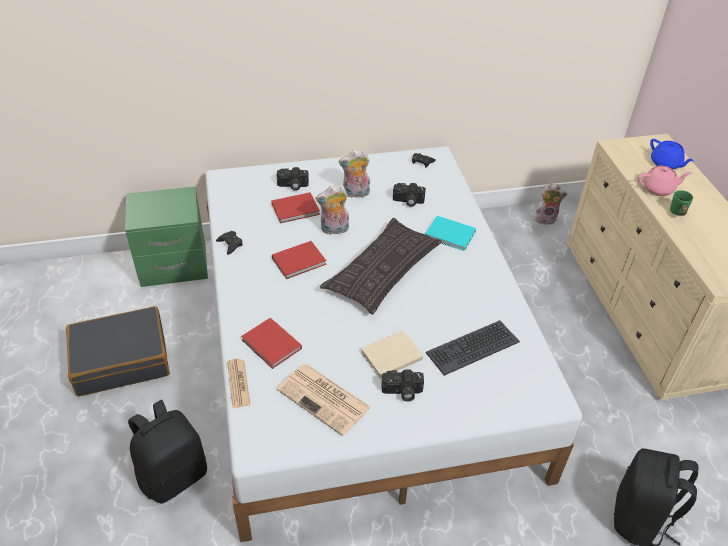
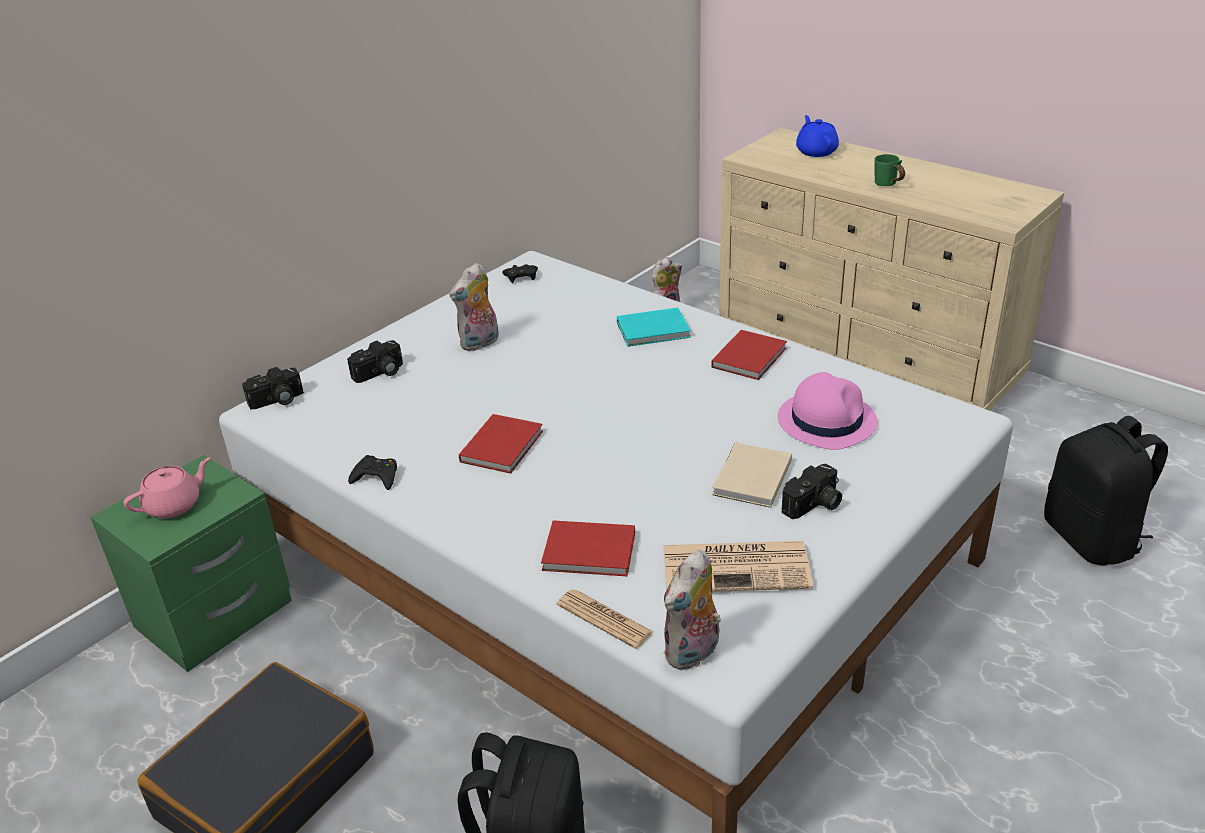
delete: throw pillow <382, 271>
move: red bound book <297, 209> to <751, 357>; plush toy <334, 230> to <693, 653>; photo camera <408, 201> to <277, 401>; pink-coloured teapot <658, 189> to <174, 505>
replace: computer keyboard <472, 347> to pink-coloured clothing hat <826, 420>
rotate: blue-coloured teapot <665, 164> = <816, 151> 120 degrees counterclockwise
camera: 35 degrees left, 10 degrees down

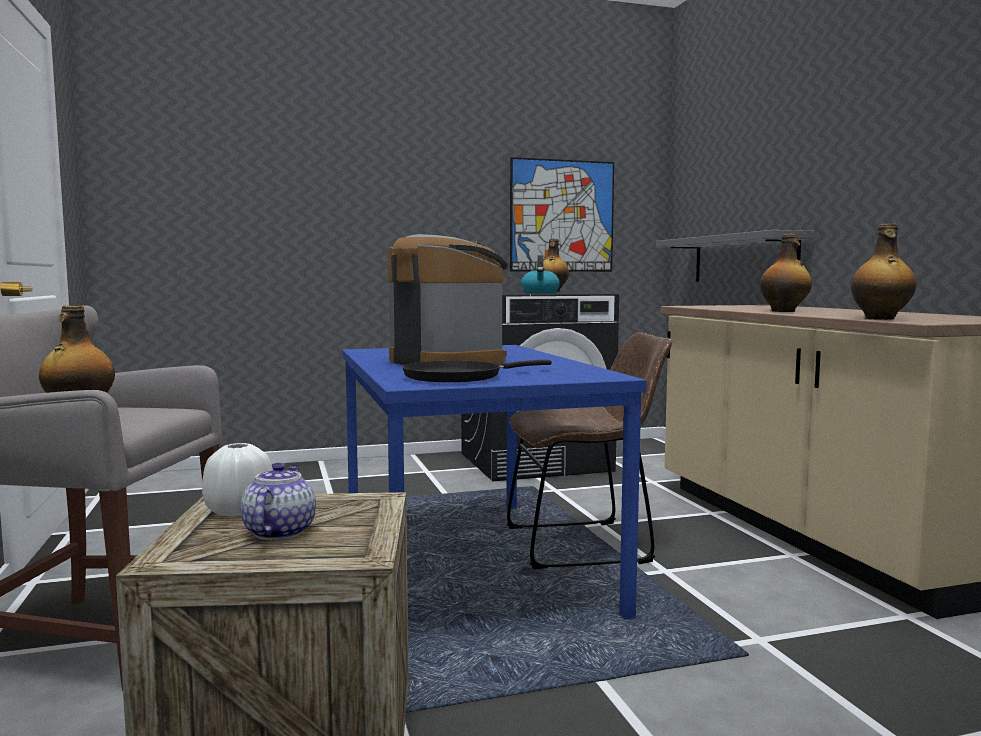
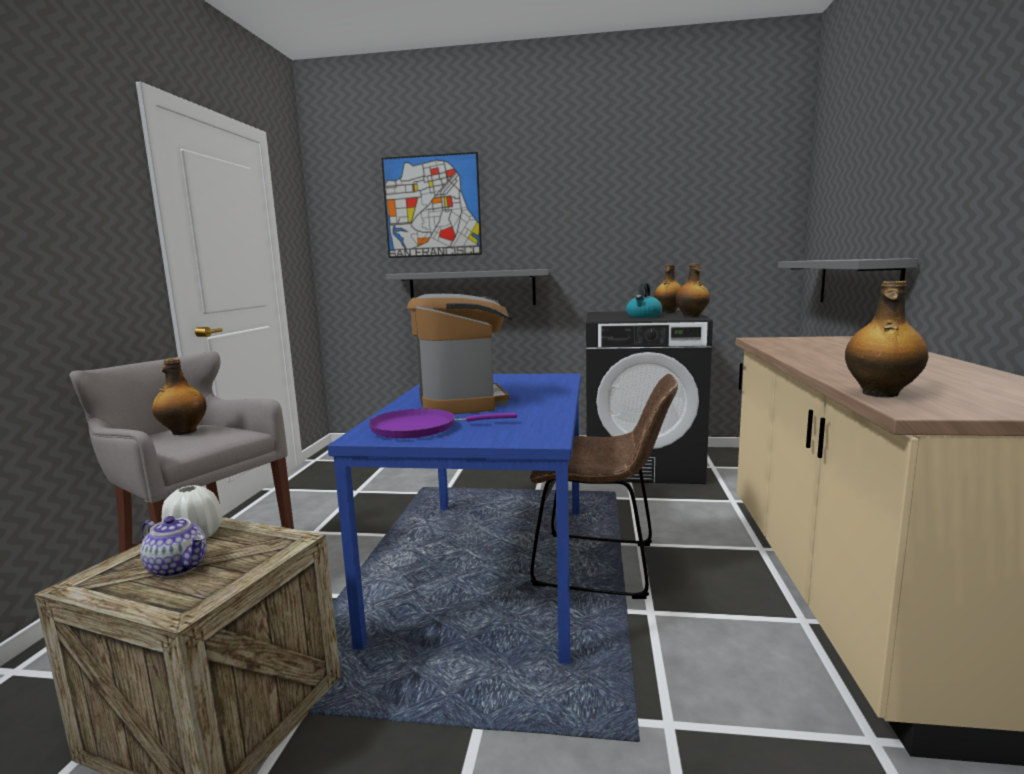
insert: greyish wall shelf <472, 288>
move: wall picture <562, 216> to <432, 206>; bottle <784, 311> to <691, 316>
recolor: black skillet <459, 377> to purple-coloured skillet <420, 428>
rotate: teapot <278, 532> = <178, 567> 90 degrees clockwise
camera: 25 degrees right, 5 degrees up

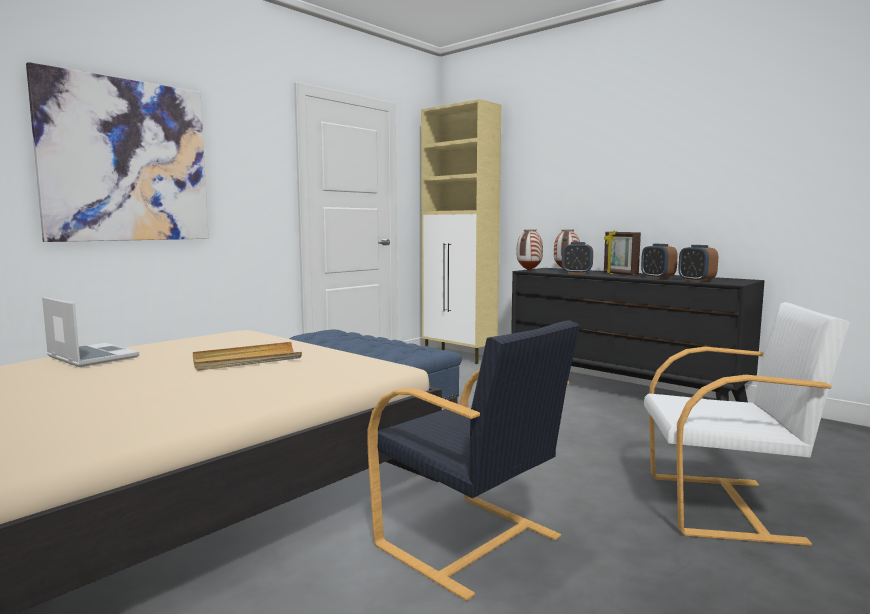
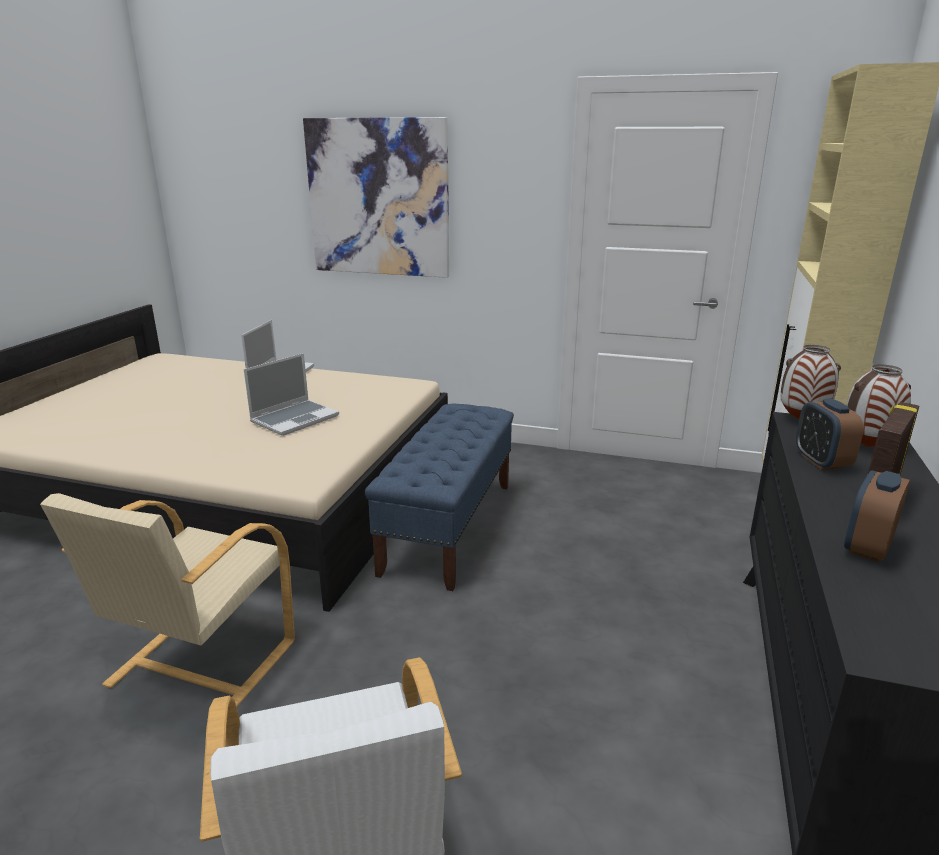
delete: bedside clock <696, 281>
replace: beige serving tray <246, 360> to portable computer <295, 418>
recolor: black easy chair <470, 543> to beige easy chair <199, 664>
camera: 65 degrees right, 15 degrees up

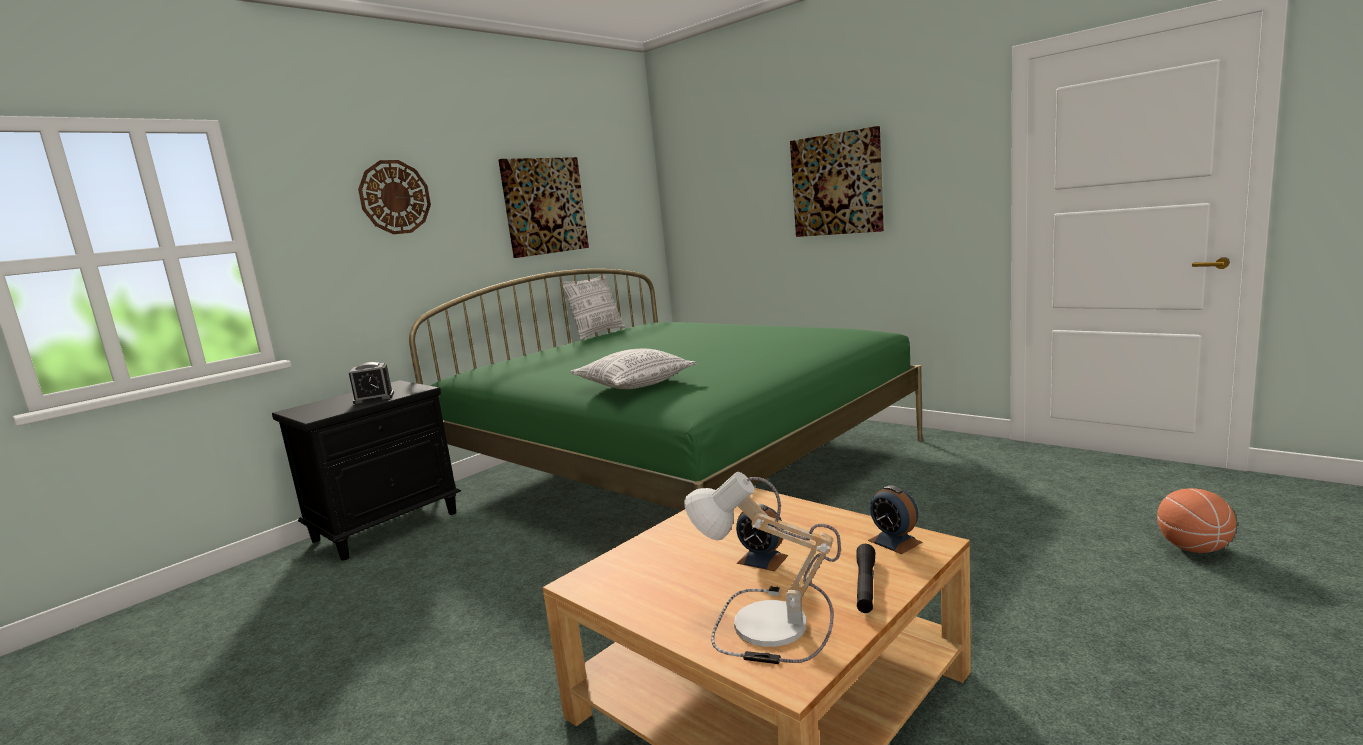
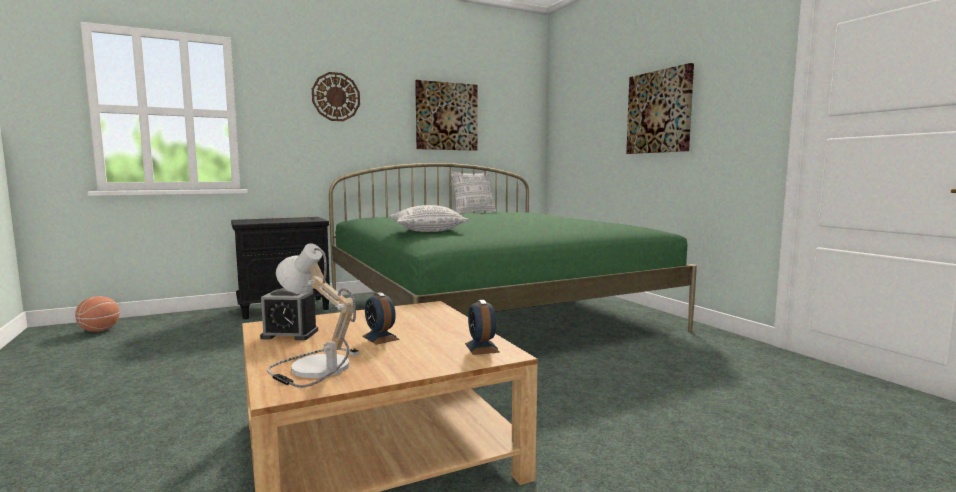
delete: black flashlight <865, 586>
move: bedside clock <374, 398> to <290, 334>; ball for basketball <1193, 548> to <99, 330>
camera: 20 degrees right, 5 degrees down

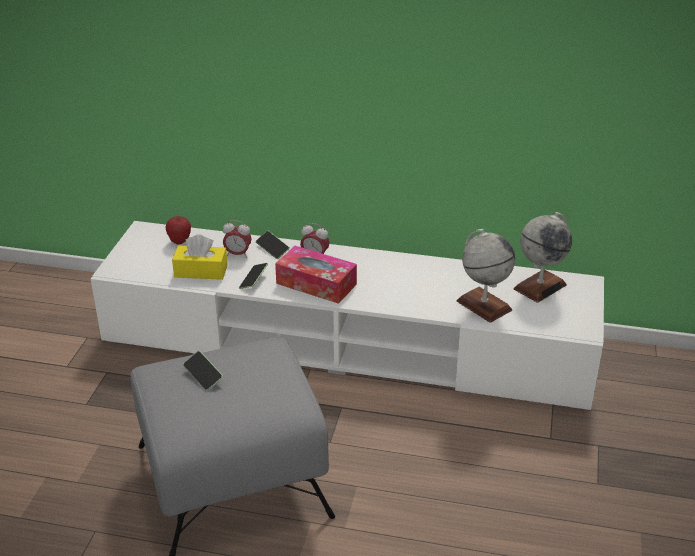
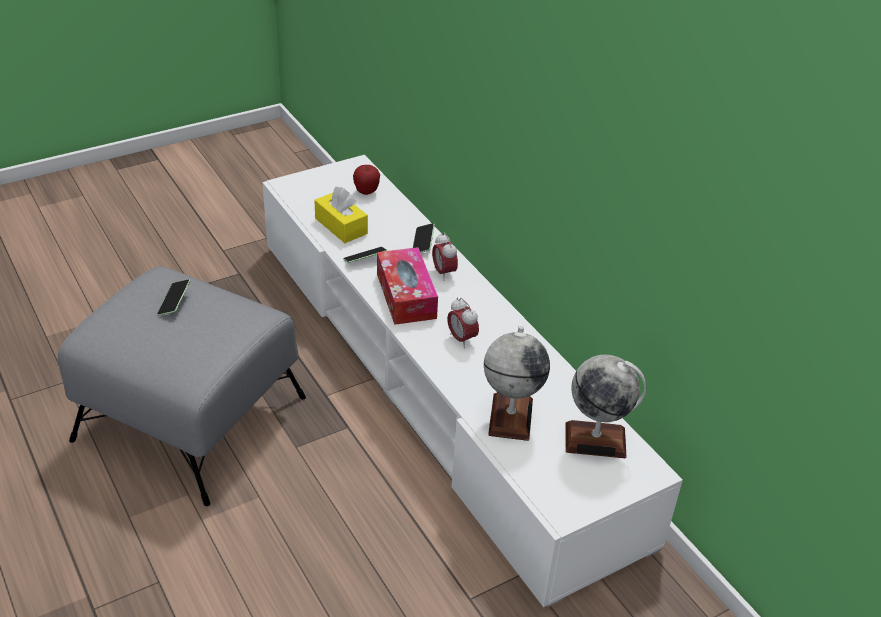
move: bedside clock <238, 254> to <461, 339>
camera: 45 degrees right, 5 degrees up

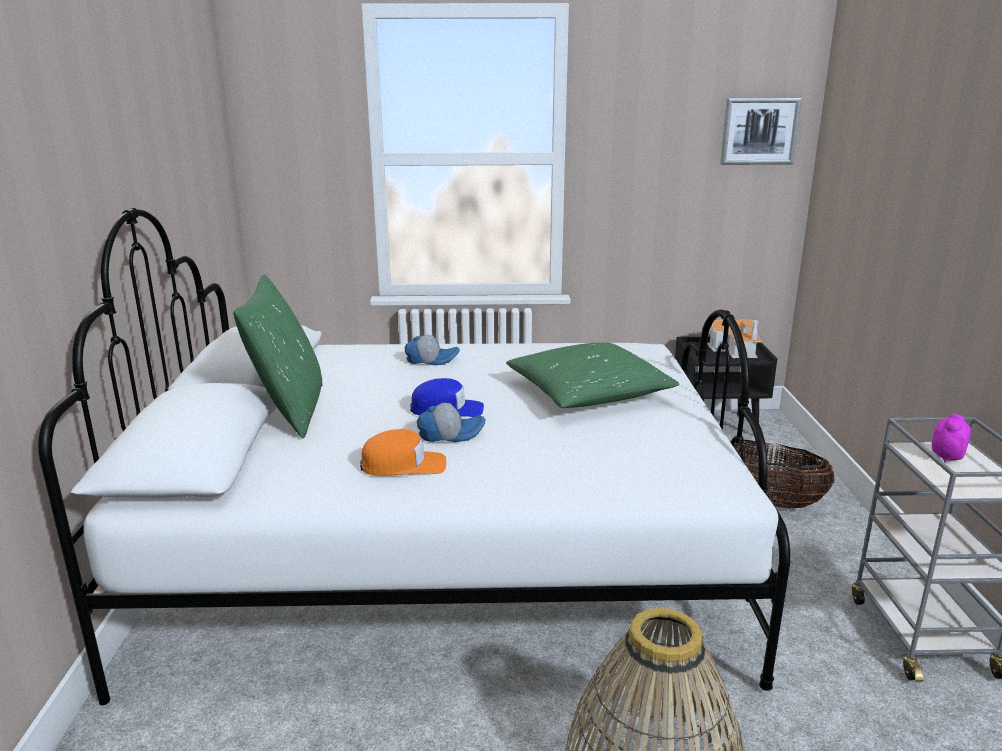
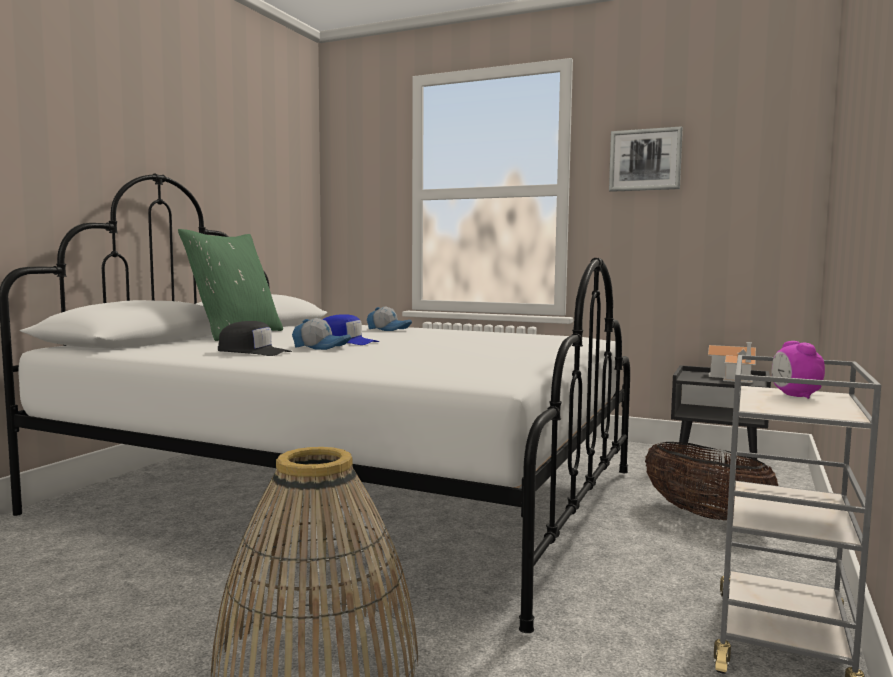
delete: green throw pillow <588, 393>
move: wall picture <759, 131> to <645, 160>
recolor: orange baseball cap <404, 465> to black baseball cap <253, 352>
rotate: bedside clock <946, 457> = <794, 396> 75 degrees counterclockwise
camera: 25 degrees right, 15 degrees down

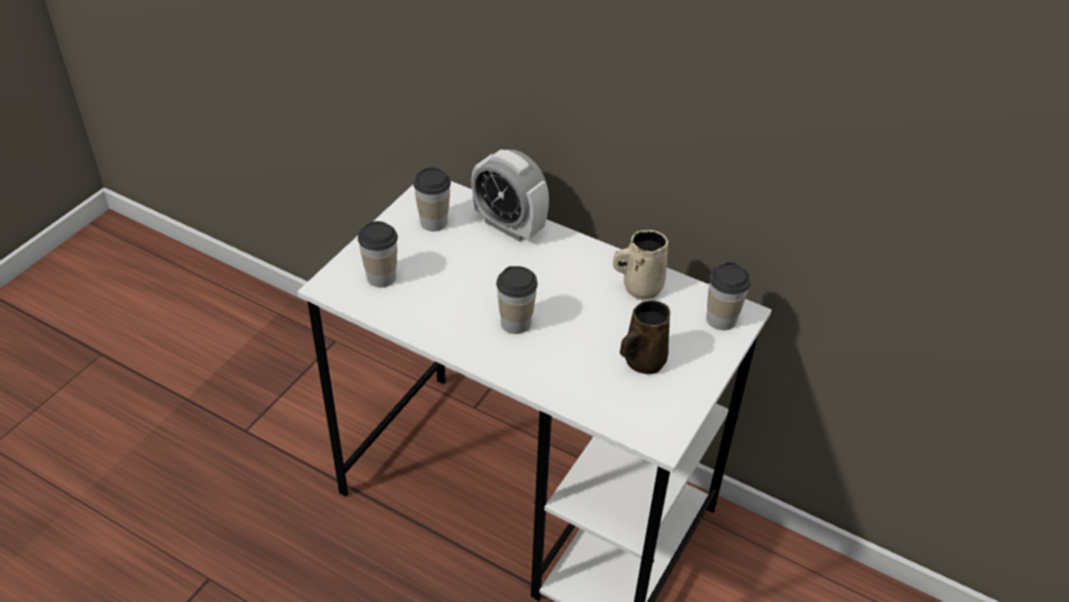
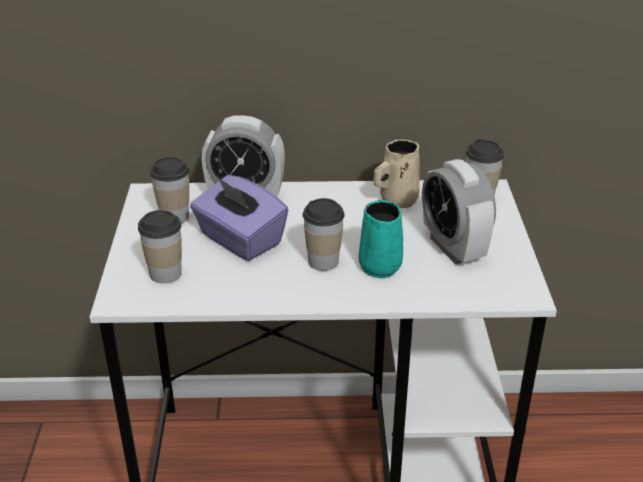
insert: purple-coloured box of tissues <239, 240>; turquoise mug <380, 265>
replace: brown-coloured mug <642, 361> to bedside clock <453, 248>
camera: 30 degrees left, 10 degrees down

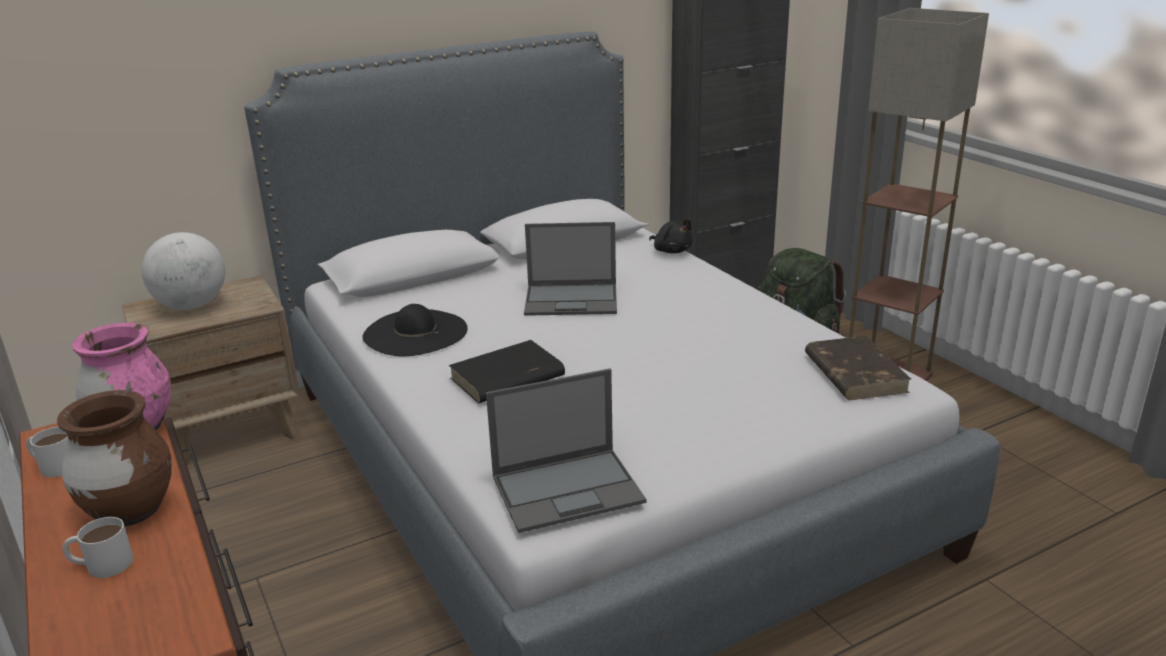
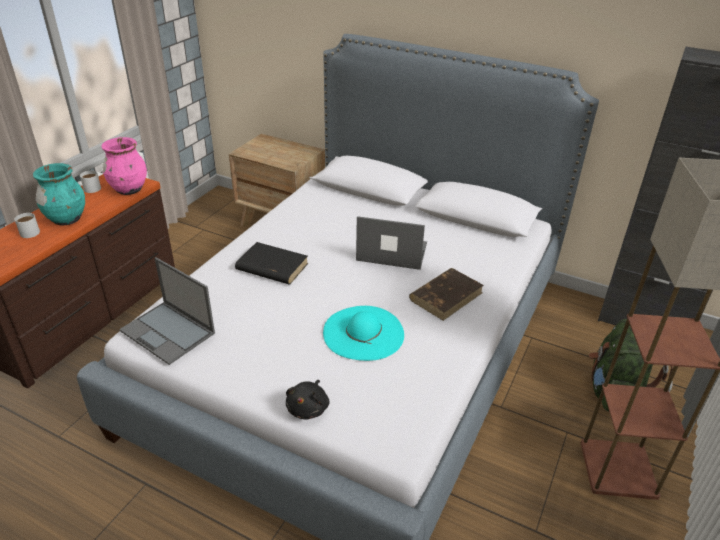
delete: globe <192, 305>; black clothing hat <415, 333>
insert: turquoise clothing hat <363, 333>
move: black plush toy <671, 251> to <308, 408>; brown-coloured bound book <854, 373> to <446, 296>
recolor: brown-coloured vase <130, 511> to turquoise vase <67, 219>
rotate: portable computer <572, 300> = <391, 252> 135 degrees clockwise
camera: 55 degrees right, 10 degrees up

